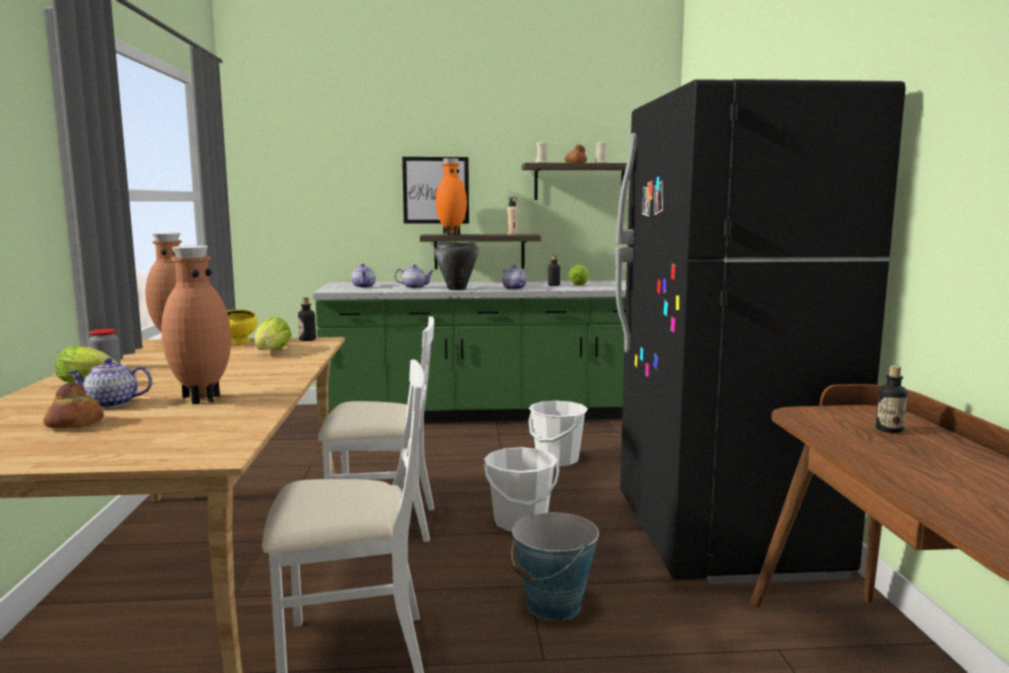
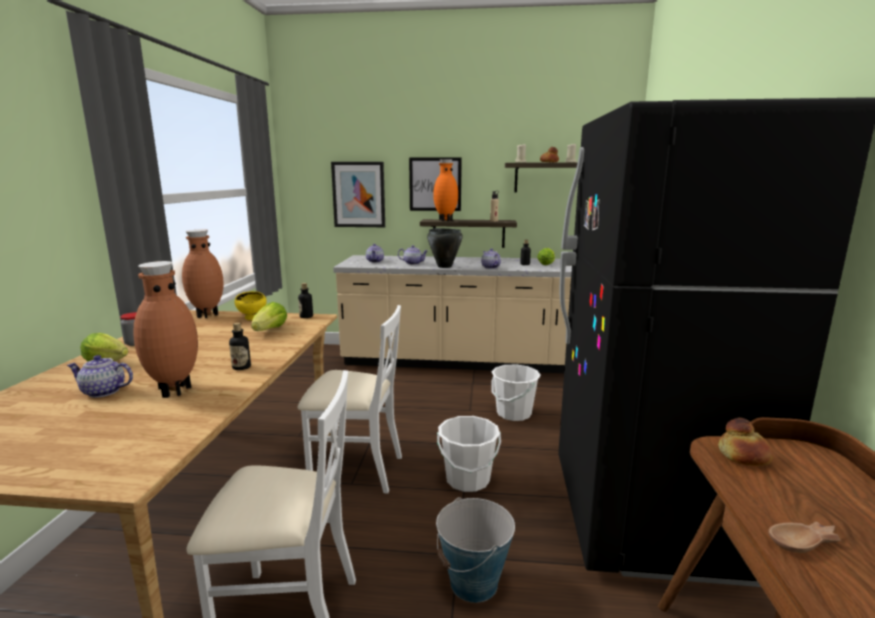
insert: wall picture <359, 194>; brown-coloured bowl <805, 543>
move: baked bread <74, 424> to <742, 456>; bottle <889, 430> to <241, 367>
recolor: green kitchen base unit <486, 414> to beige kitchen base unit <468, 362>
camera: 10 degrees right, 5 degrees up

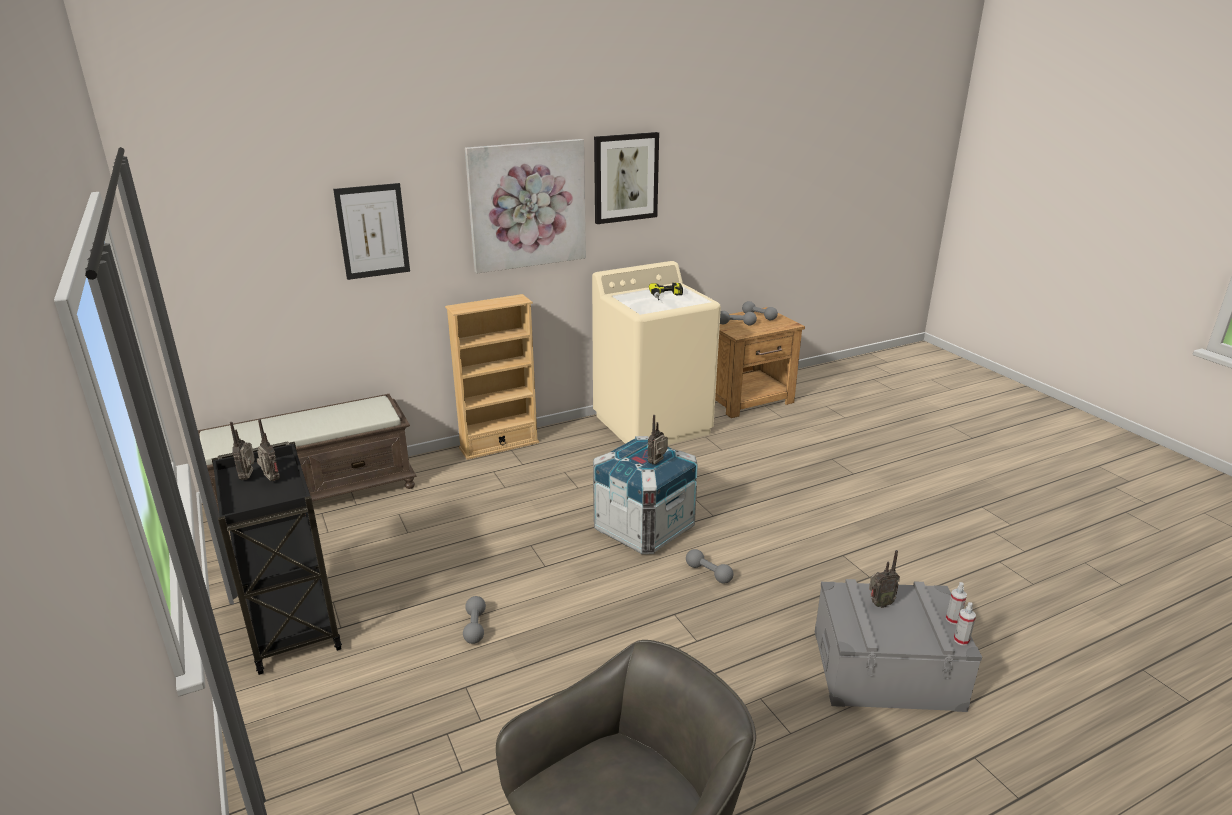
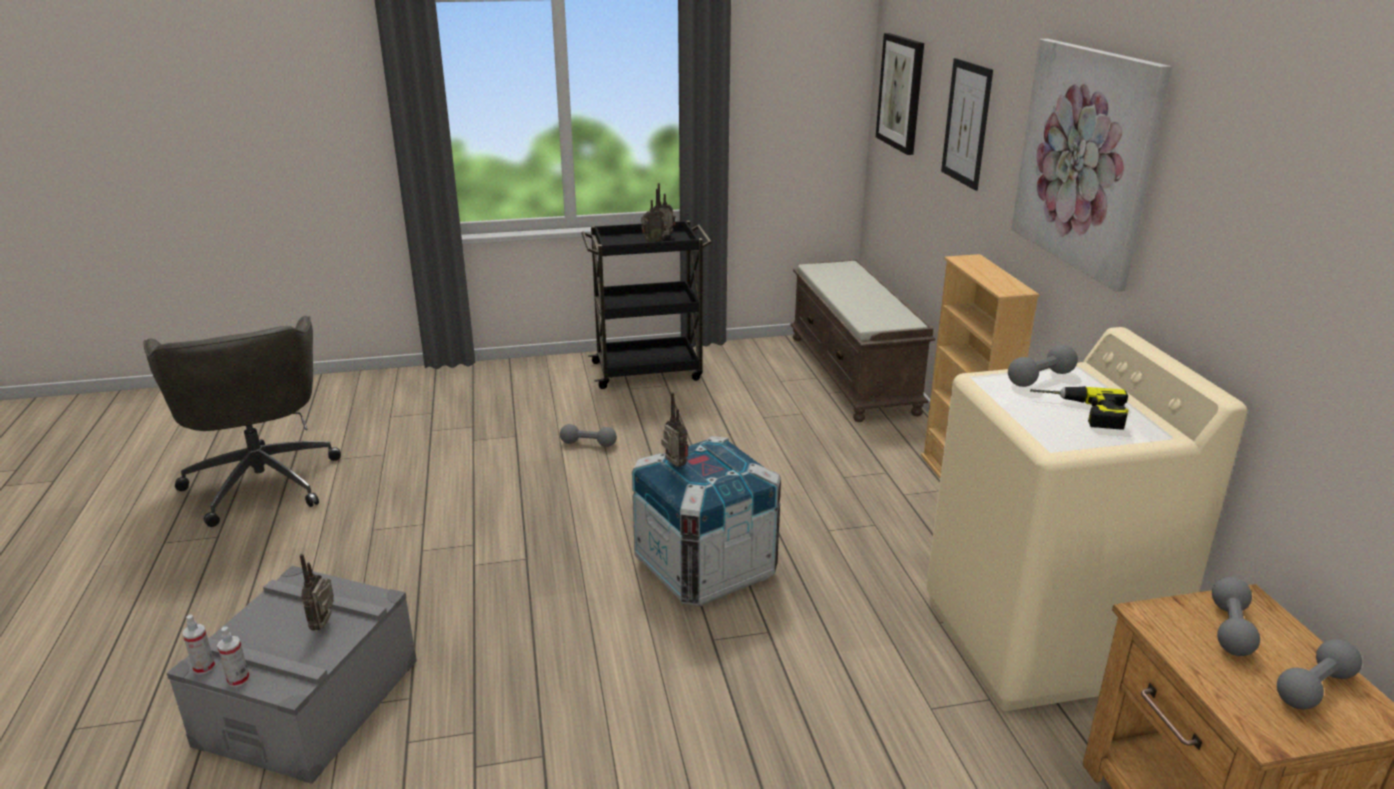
move: wall picture <625, 177> to <901, 93>; greyish free weight <708, 573> to <1040, 378>
camera: 105 degrees right, 0 degrees up

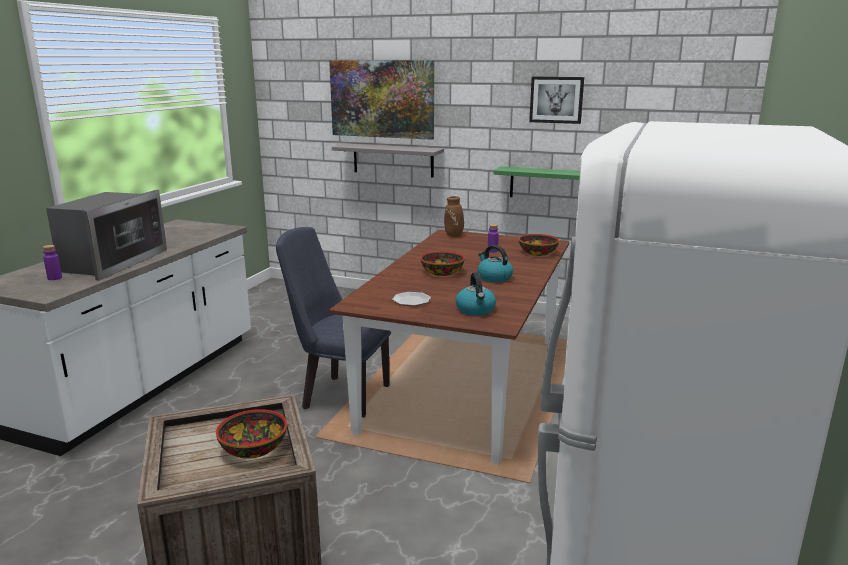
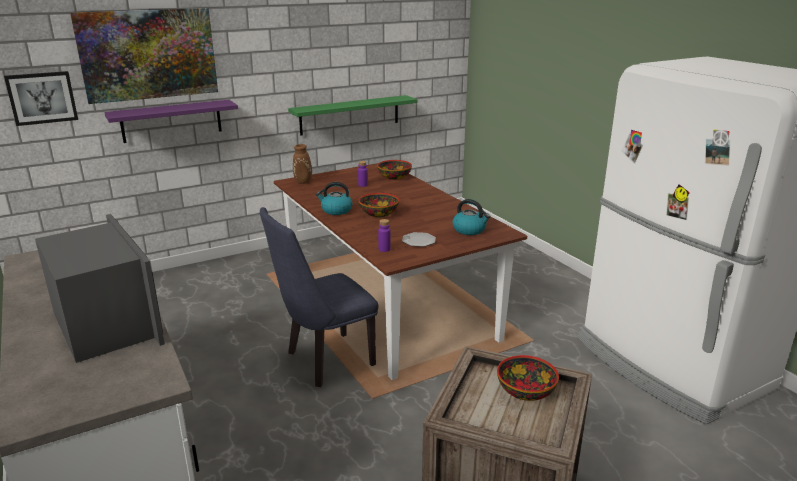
move: purple-coloured bottle <55, 278> to <384, 249>; tea kettle <494, 277> to <336, 210>; wall picture <556, 99> to <42, 98>
recolor: greyish wall shelf <393, 160> to purple-coloured wall shelf <171, 121>
camera: 50 degrees left, 5 degrees up

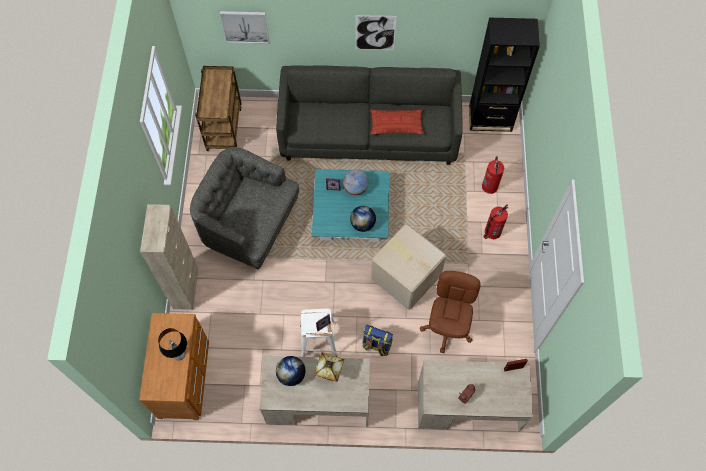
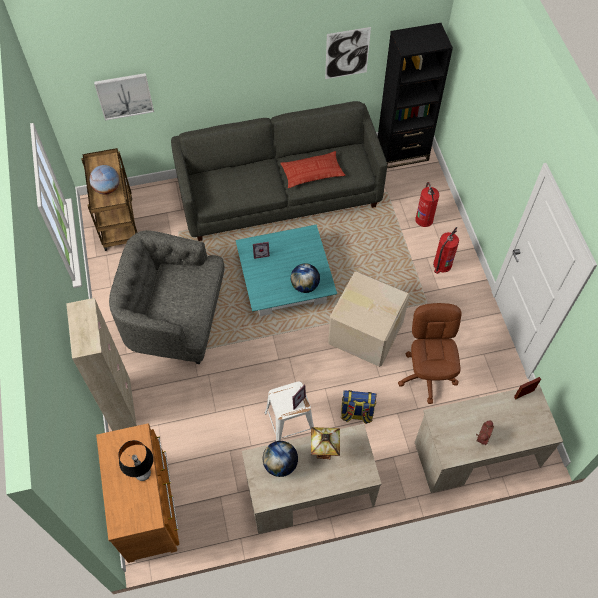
move: globe <355, 188> to <107, 188>; wall picture <375, 33> to <347, 53>
camera: 15 degrees left, 5 degrees down

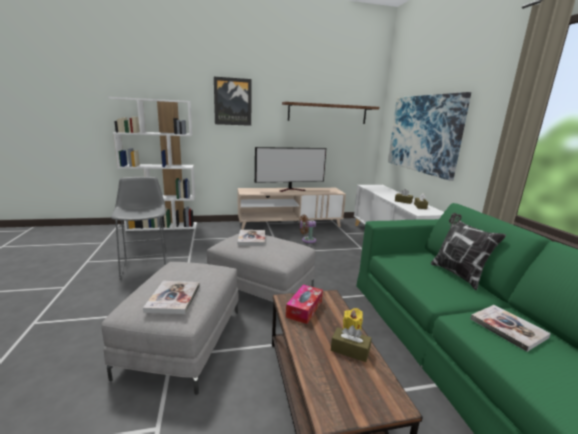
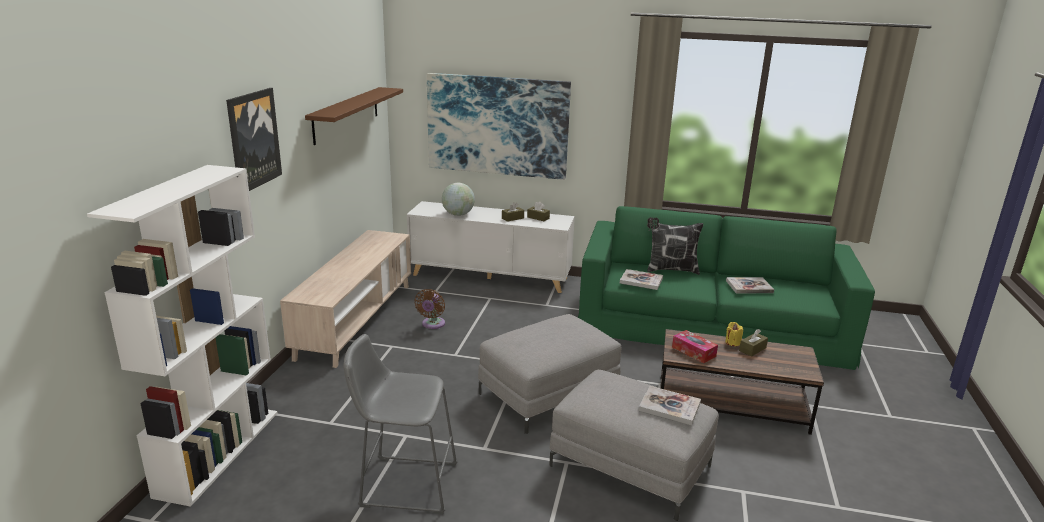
delete: TV <292, 190>
insert: globe <458, 214>
move: bound book <251, 238> to <641, 281>
camera: 65 degrees left, 5 degrees up

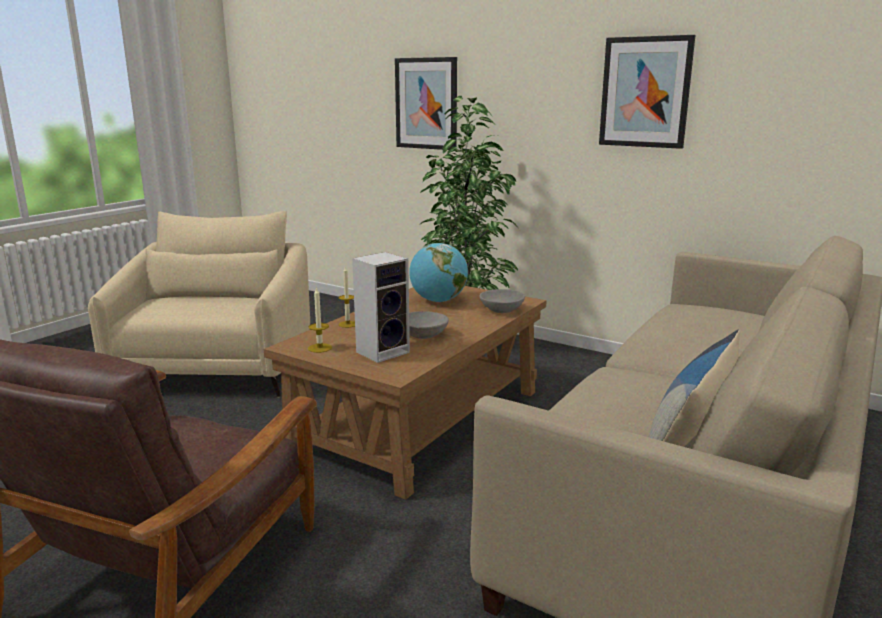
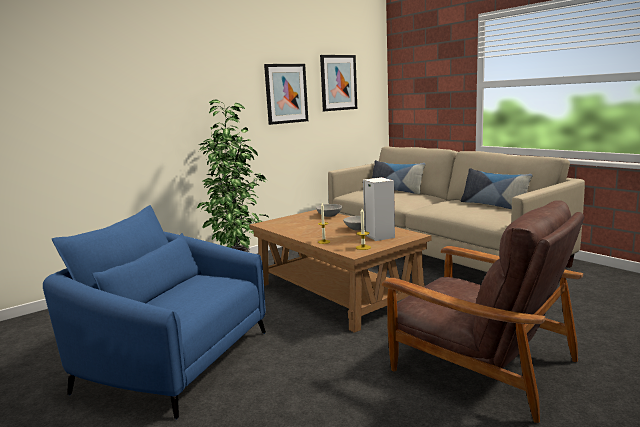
delete: globe <438, 301>
insert: throw pillow <396, 190>
move: wall picture <426, 103> to <338, 82>
recolor: beige easy chair <217, 368> to blue-coloured easy chair <174, 360>
camera: 70 degrees left, 5 degrees down

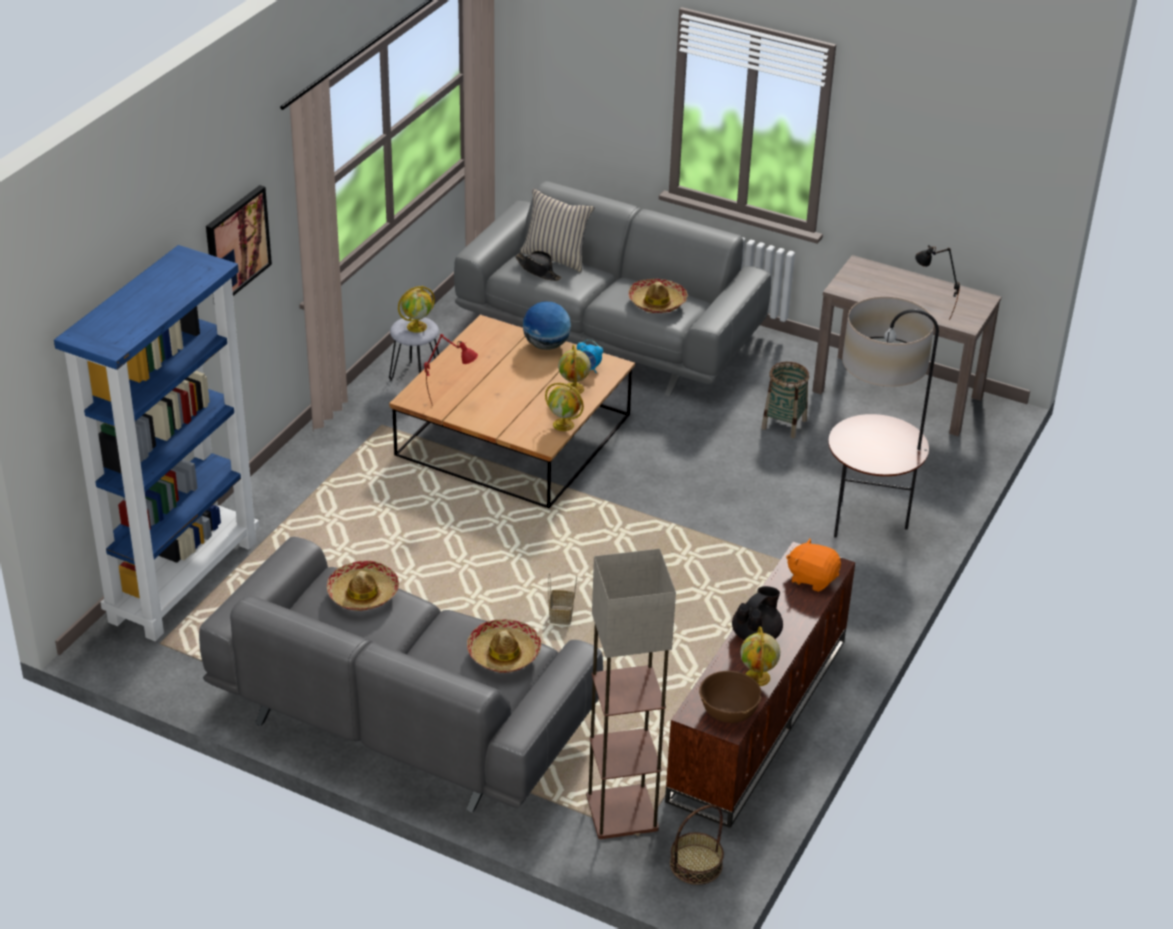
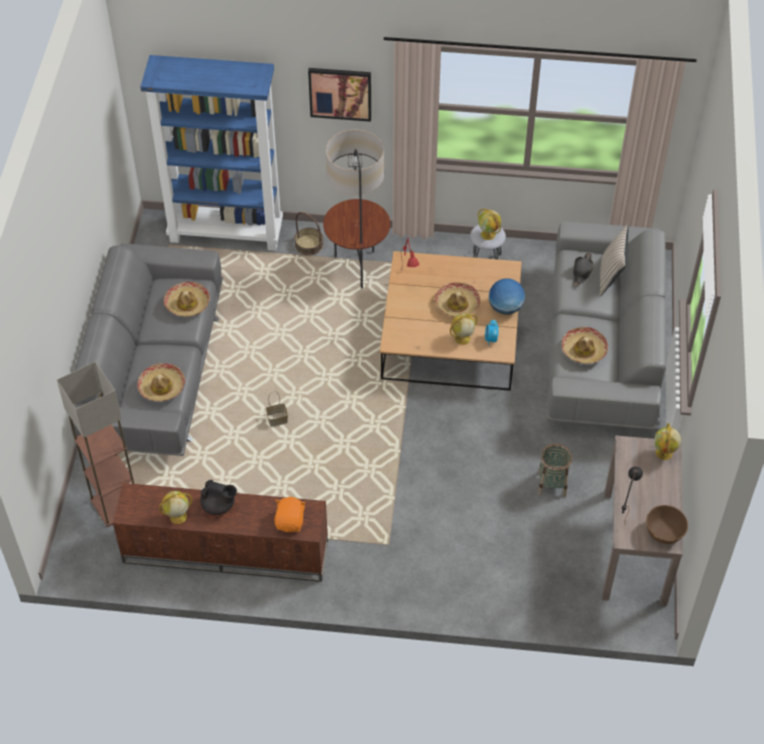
insert: clothing hat <457, 304>
move: globe <564, 425> to <664, 453>; basket <696, 864> to <309, 244>; brown-coloured bowl <728, 711> to <664, 532>; standing lamp <867, 523> to <357, 268>
camera: 70 degrees right, 15 degrees up

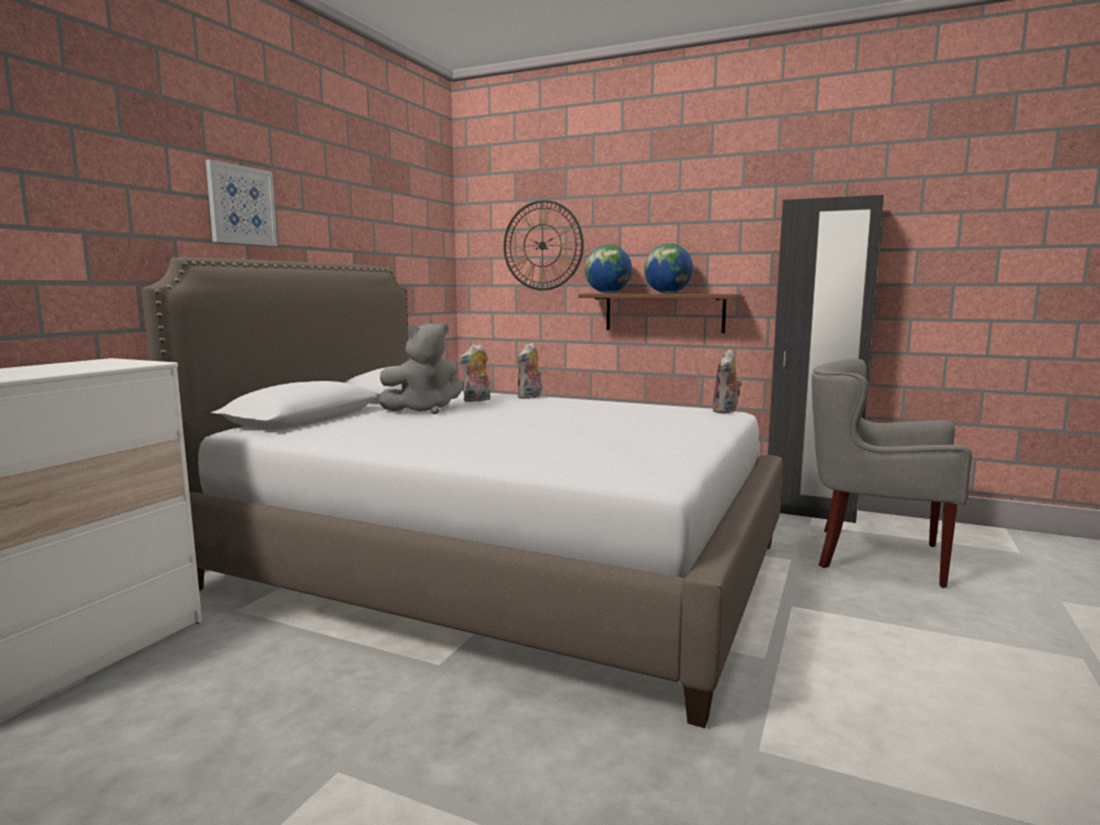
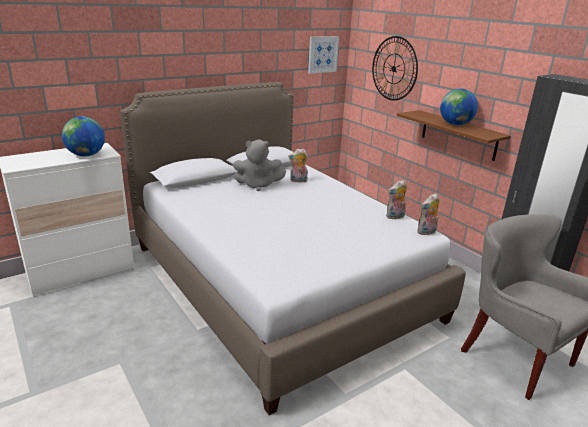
move: wall picture <241, 205> to <322, 54>; plush toy <530, 397> to <395, 217>; globe <607, 293> to <86, 155>
camera: 30 degrees right, 15 degrees up

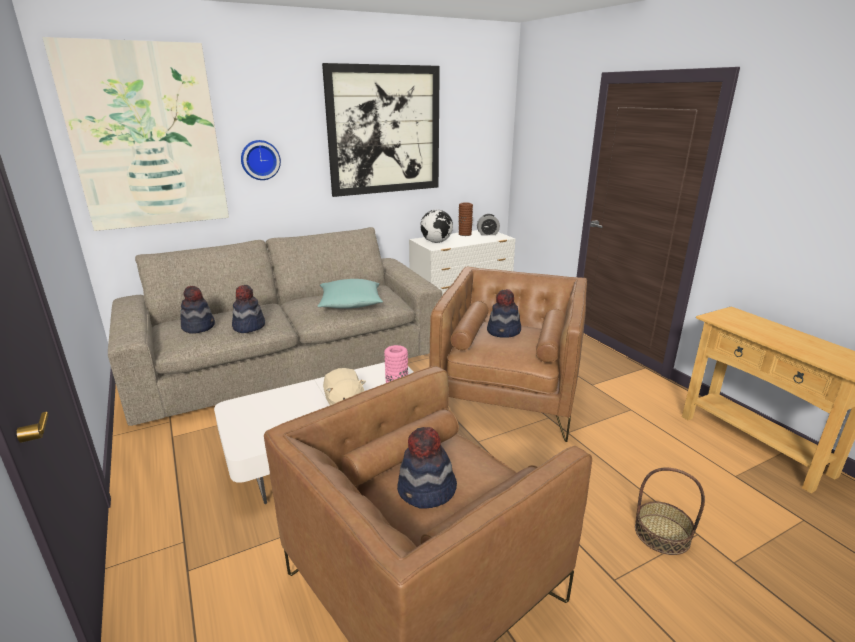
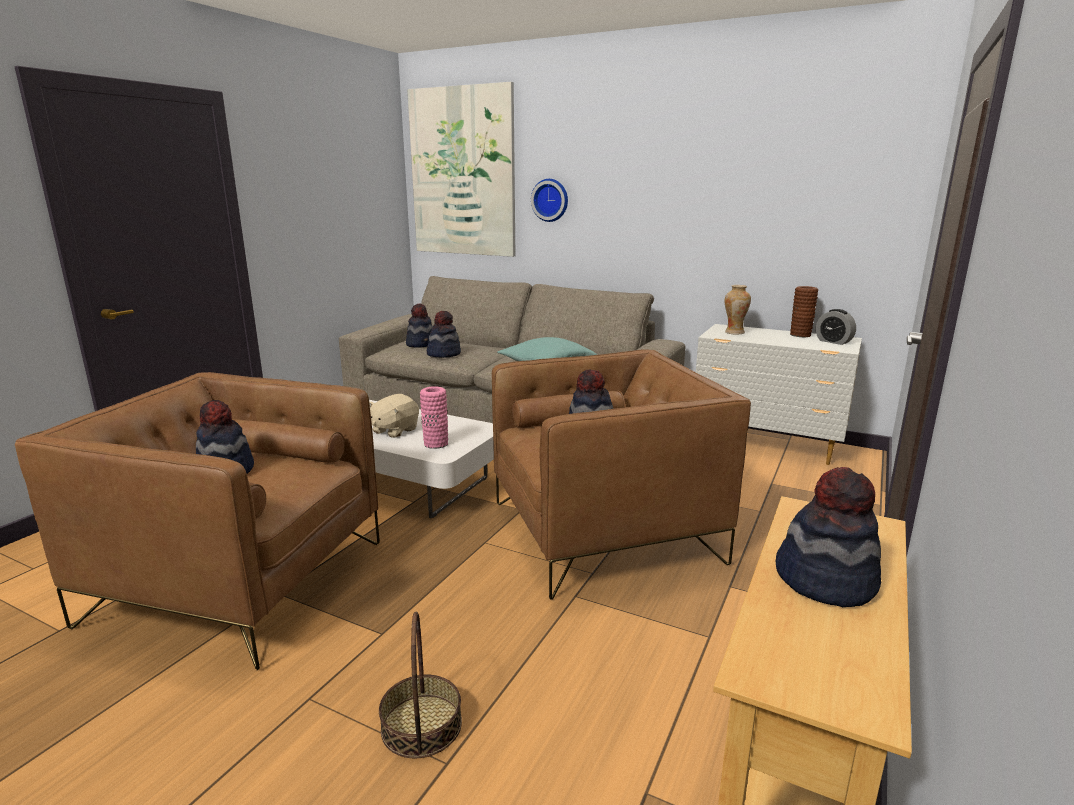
delete: wall picture <384, 130>
insert: clothing hat <825, 580>
replace: globe <436, 242> to vase <734, 332>
camera: 55 degrees right, 5 degrees down

